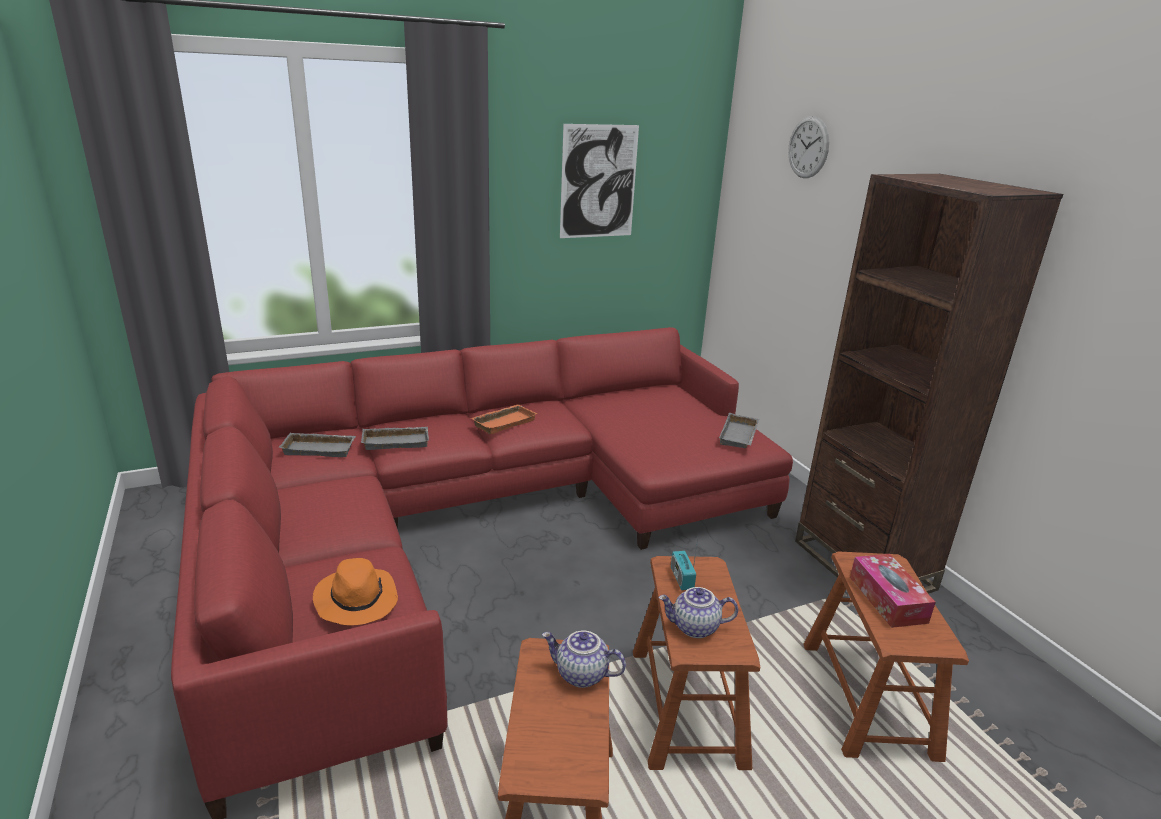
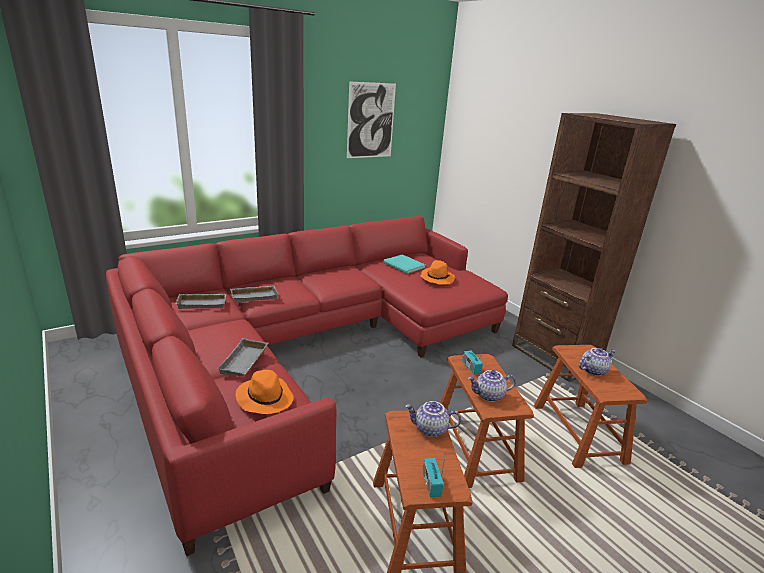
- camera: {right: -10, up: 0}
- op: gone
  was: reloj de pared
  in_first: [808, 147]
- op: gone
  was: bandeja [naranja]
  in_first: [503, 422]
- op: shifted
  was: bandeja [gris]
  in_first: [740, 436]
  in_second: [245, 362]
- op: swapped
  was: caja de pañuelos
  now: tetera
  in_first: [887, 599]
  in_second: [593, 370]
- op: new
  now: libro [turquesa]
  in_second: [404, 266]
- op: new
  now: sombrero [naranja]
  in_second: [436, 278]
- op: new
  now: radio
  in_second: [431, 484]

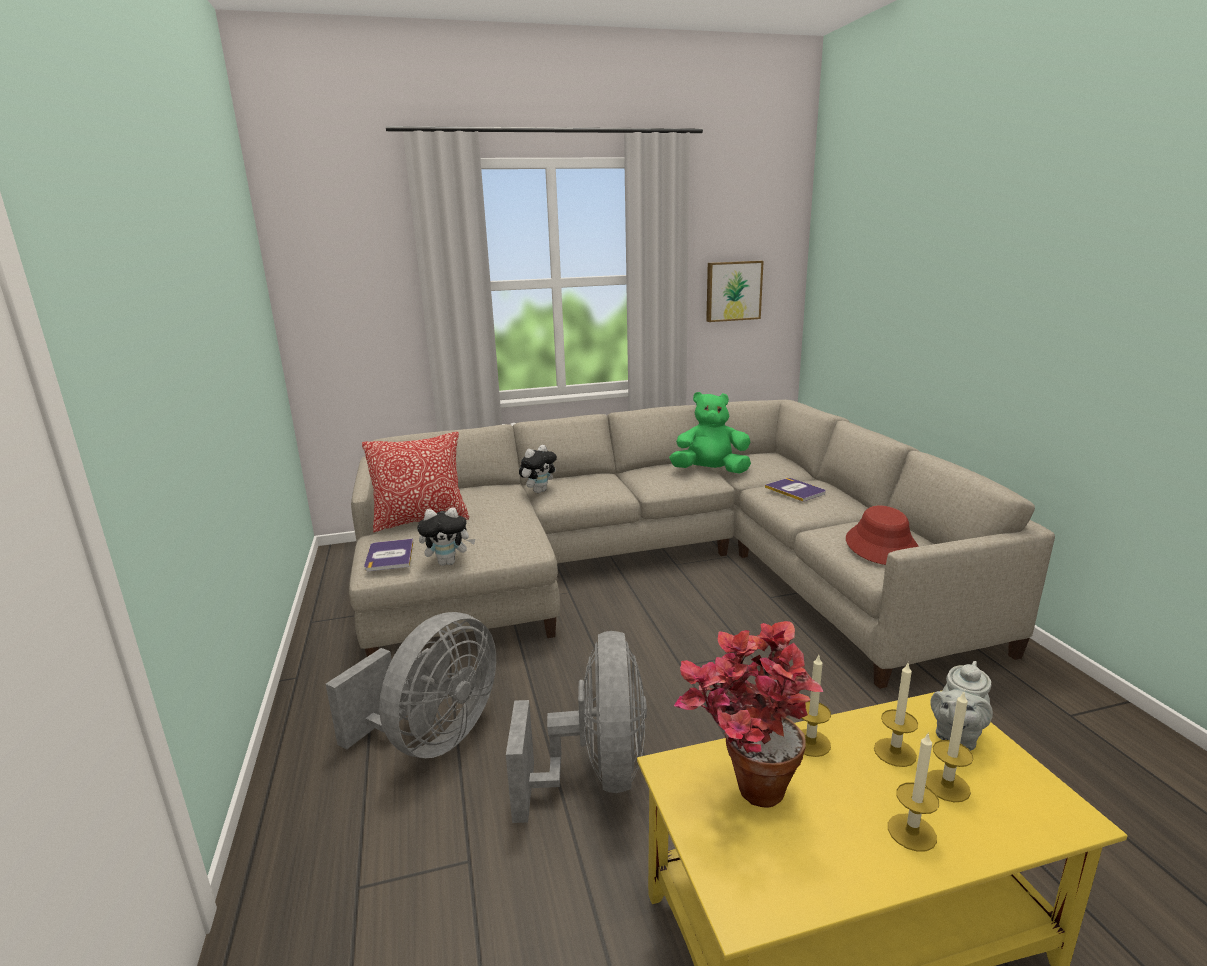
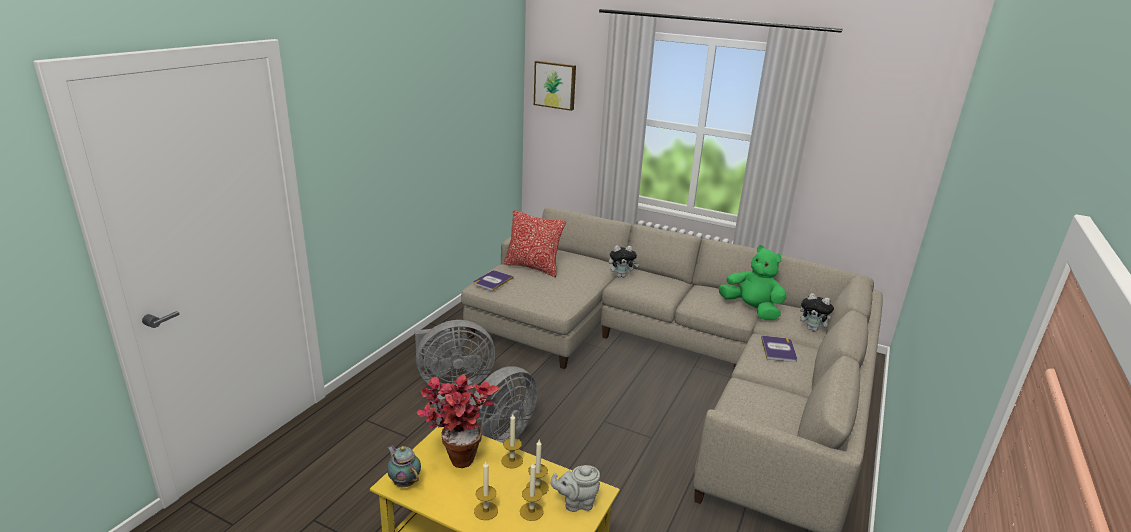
- camera: {right: 40, up: 5}
- op: shifted
  was: cuadro
  in_first: [733, 291]
  in_second: [555, 85]
- op: gone
  was: sombrero [rojo]
  in_first: [882, 546]
- op: shifted
  was: peluche
  in_first: [448, 562]
  in_second: [813, 329]
- op: new
  now: tetera
  in_second: [404, 482]

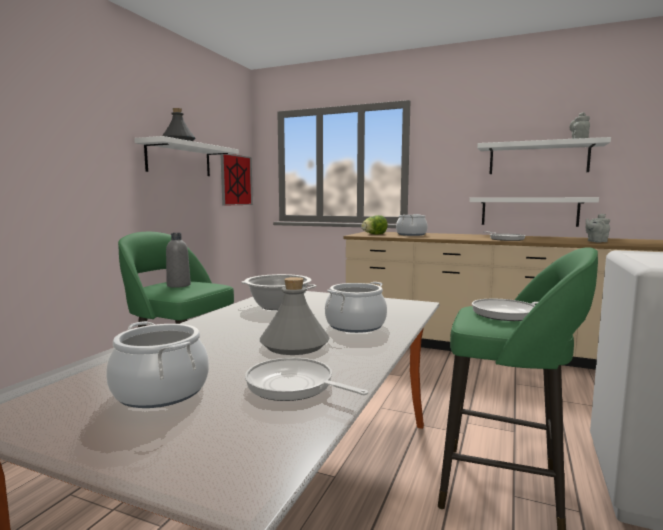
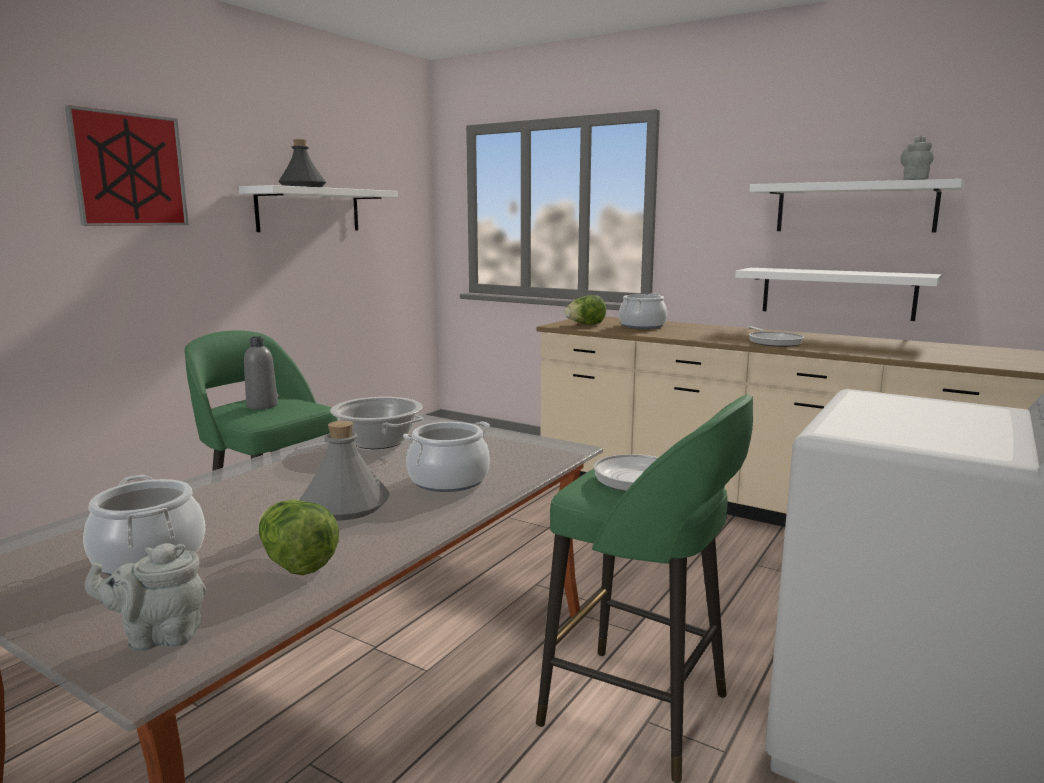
- camera: {right: 10, up: 5}
- op: shifted
  was: cuadro
  in_first: [236, 180]
  in_second: [129, 170]
- op: shifted
  was: tetera [gris]
  in_first: [596, 241]
  in_second: [159, 636]
- op: swapped
  was: sartén
  now: lechuga
  in_first: [294, 386]
  in_second: [296, 563]

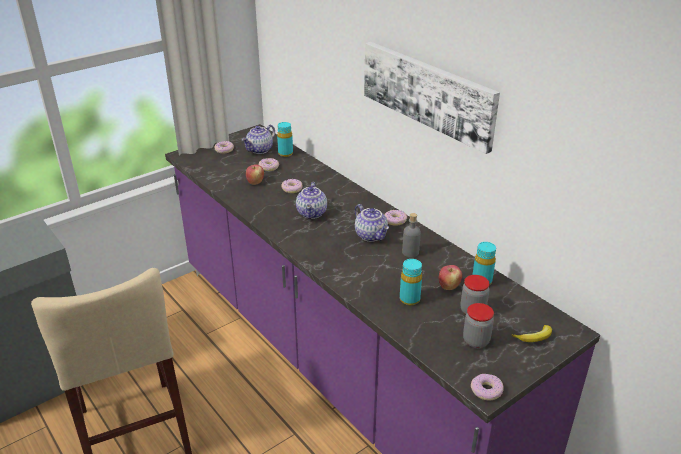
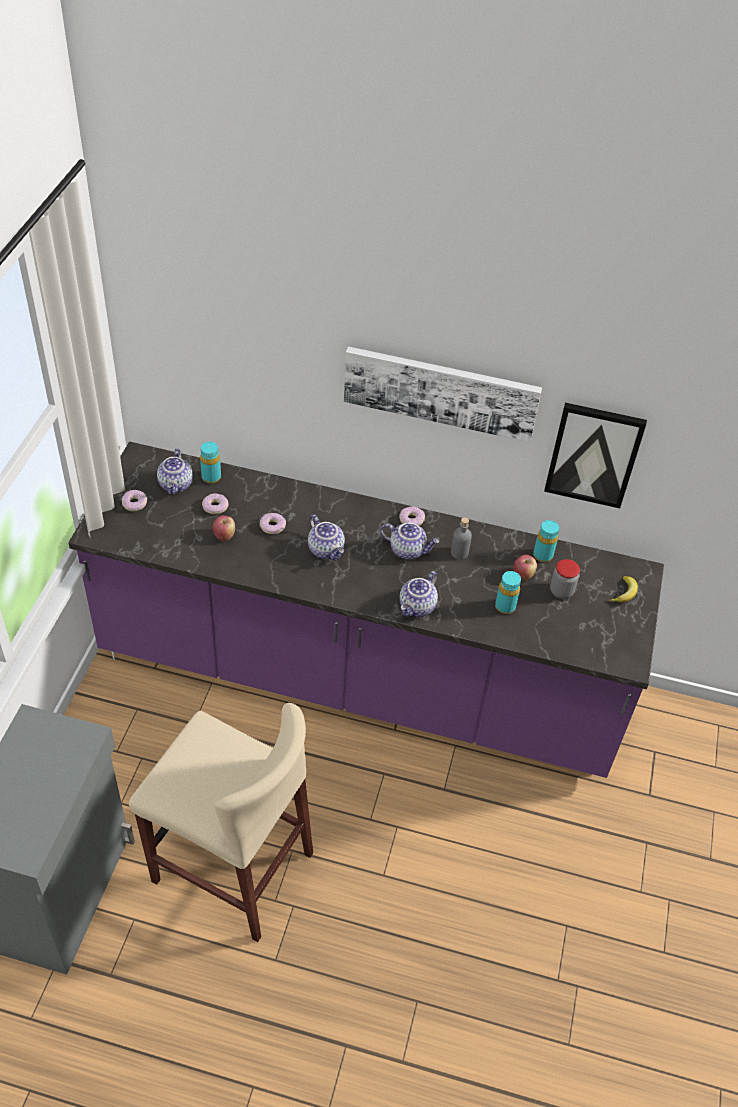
- camera: {right: -40, up: 15}
- op: gone
  was: tarro
  in_first: [476, 341]
- op: gone
  was: rosquilla
  in_first: [486, 391]
- op: new
  now: cuadro
  in_second: [593, 454]
- op: new
  now: tetera
  in_second: [417, 607]

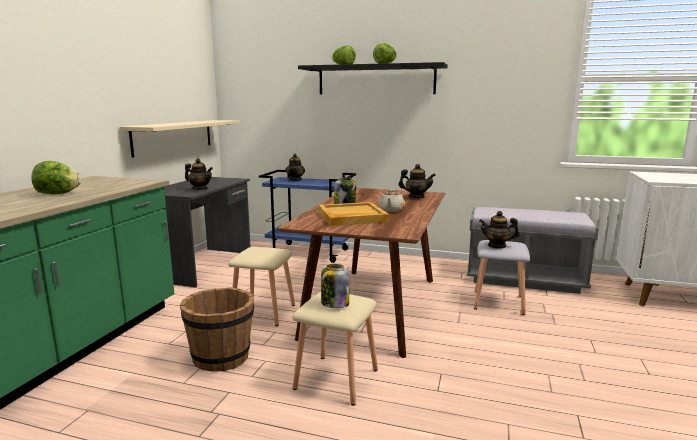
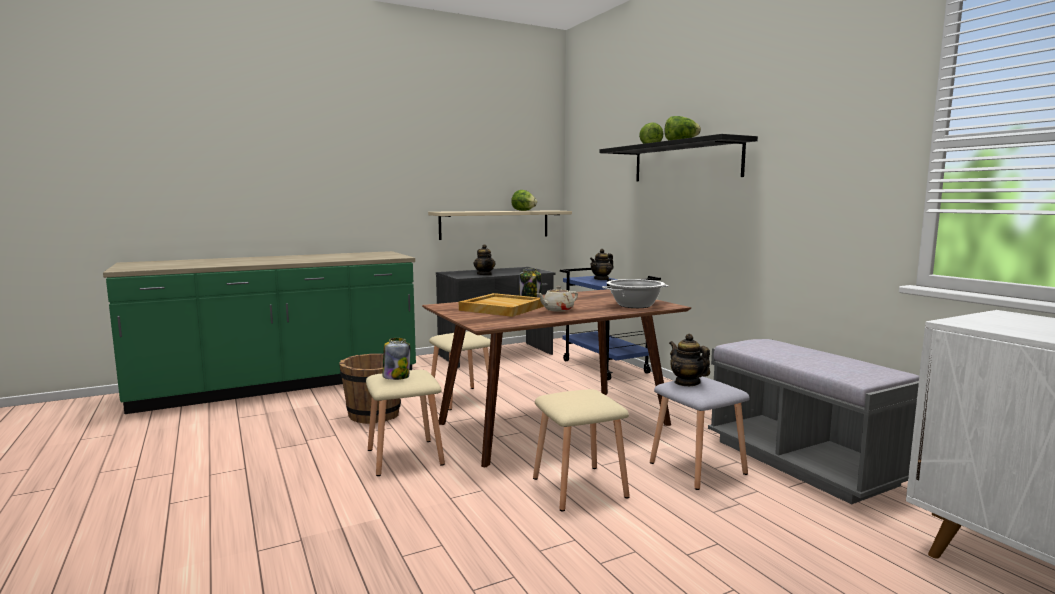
- camera: {right: 45, up: -5}
- op: shifted
  was: lechuga
  in_first: [57, 194]
  in_second: [523, 210]
- op: swapped
  was: tetera
  now: olla
  in_first: [416, 197]
  in_second: [635, 305]
- op: new
  now: taburete [beis]
  in_second: [578, 488]

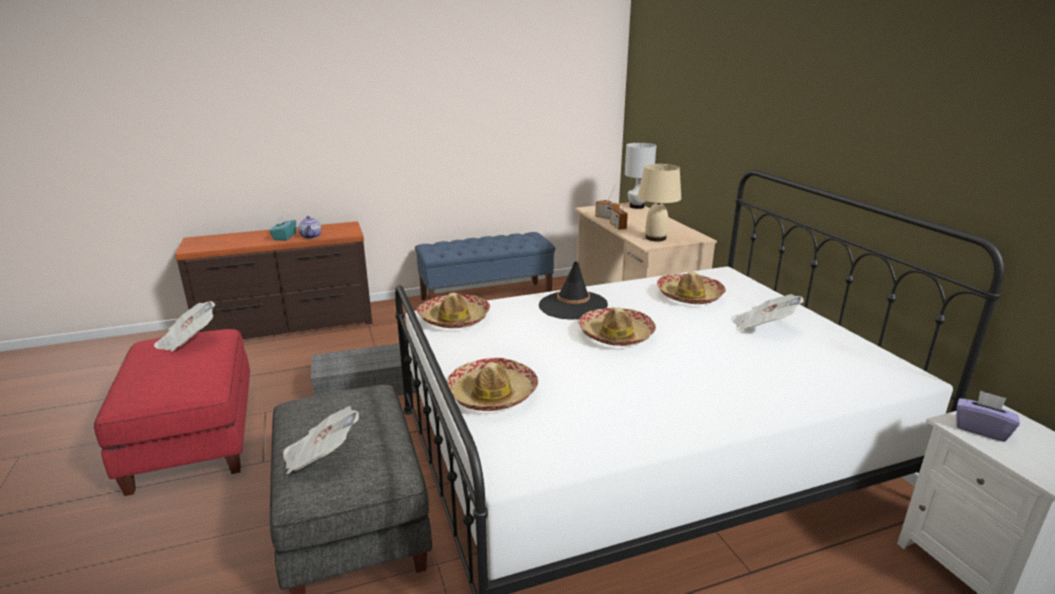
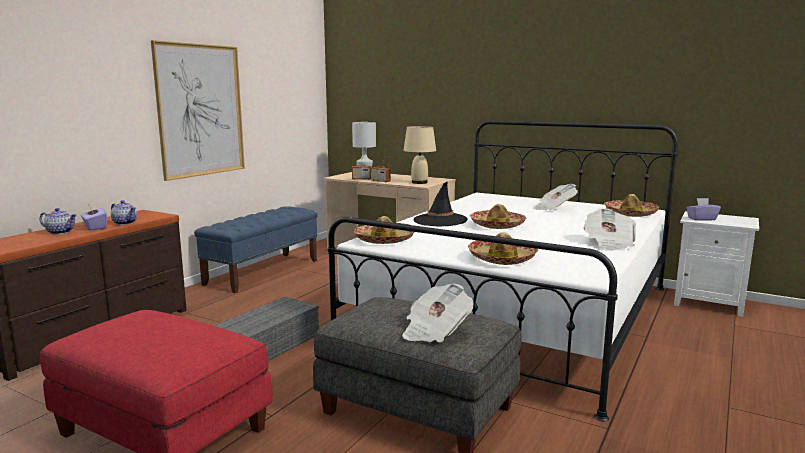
- camera: {right: -40, up: -10}
- op: repainted
  was: caja de pañuelos [turquesa]
  now: caja de pañuelos [morado]
  in_first: [284, 237]
  in_second: [95, 227]
- op: shifted
  was: sombrero
  in_first: [689, 296]
  in_second: [630, 213]
- op: shifted
  was: periódico
  in_first: [188, 341]
  in_second: [609, 244]
- op: new
  now: cuadro
  in_second: [200, 110]
- op: new
  now: tetera
  in_second: [60, 232]

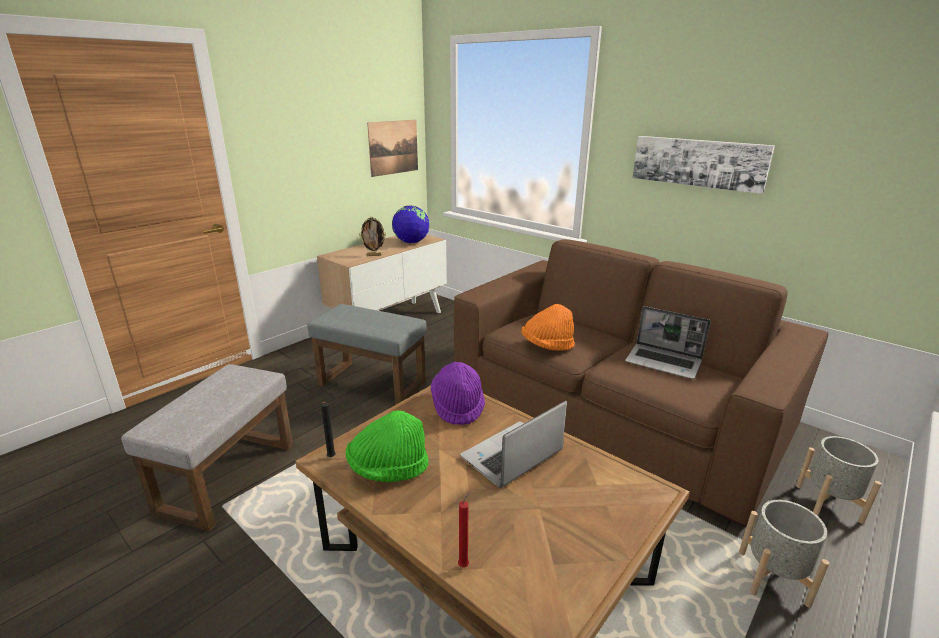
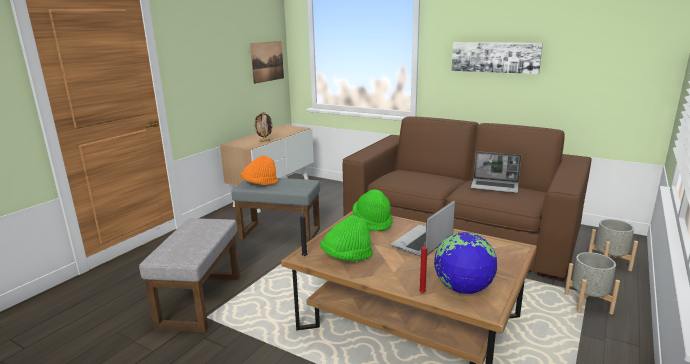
- camera: {right: -10, up: -5}
- op: shifted
  was: globo terráqueo
  in_first: [411, 242]
  in_second: [463, 289]
- op: shifted
  was: sombrero [naranja]
  in_first: [547, 346]
  in_second: [260, 184]
- op: repainted
  was: sombrero [morado]
  now: sombrero [verde]
  in_first: [458, 406]
  in_second: [373, 222]

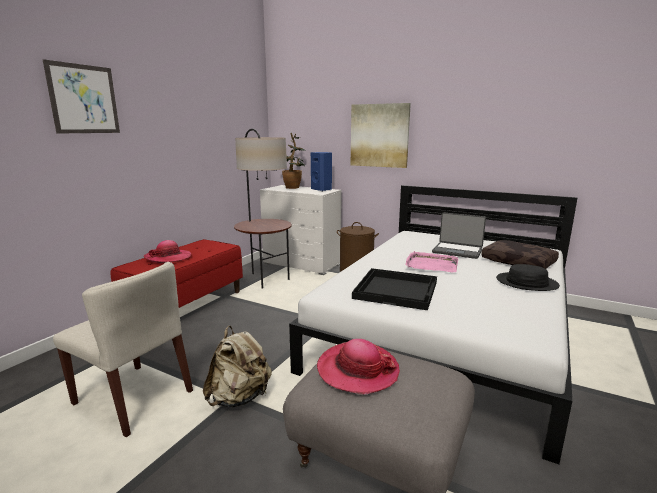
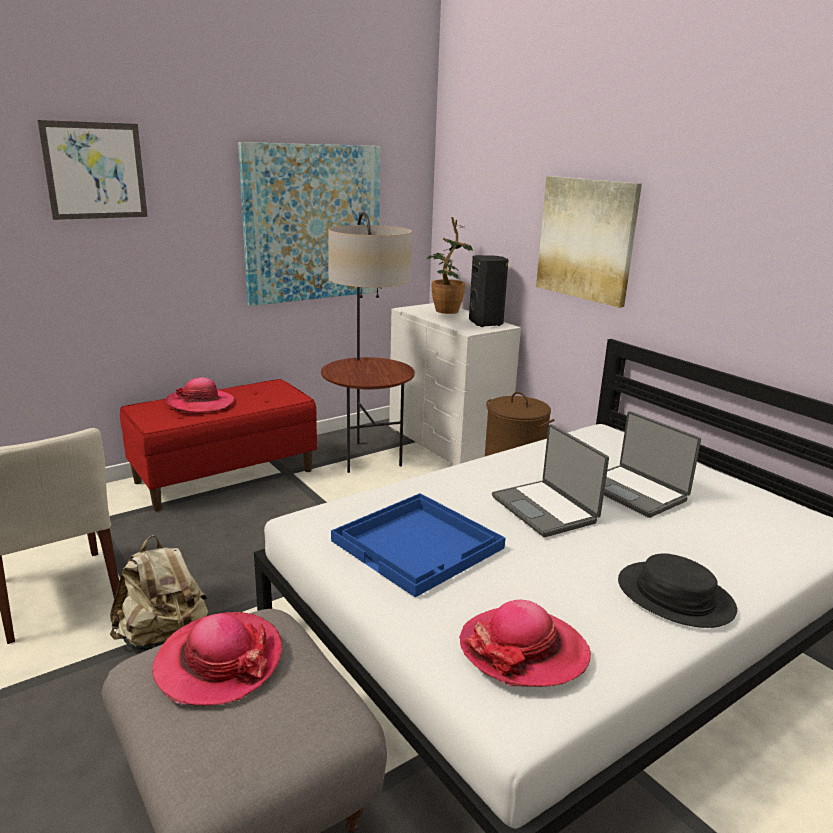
- camera: {right: 25, up: 5}
- op: repainted
  was: altavoz [azul]
  now: altavoz [negro]
  in_first: [322, 190]
  in_second: [486, 323]
- op: gone
  was: cojín [marrón]
  in_first: [519, 262]
- op: swapped
  was: bandeja [rosa]
  now: portátil
  in_first: [431, 264]
  in_second: [545, 509]
- op: repainted
  was: bandeja [negro]
  now: bandeja [azul]
  in_first: [397, 290]
  in_second: [419, 544]
- op: new
  now: cuadro
  in_second: [313, 223]
- op: new
  now: sombrero
  in_second: [523, 651]

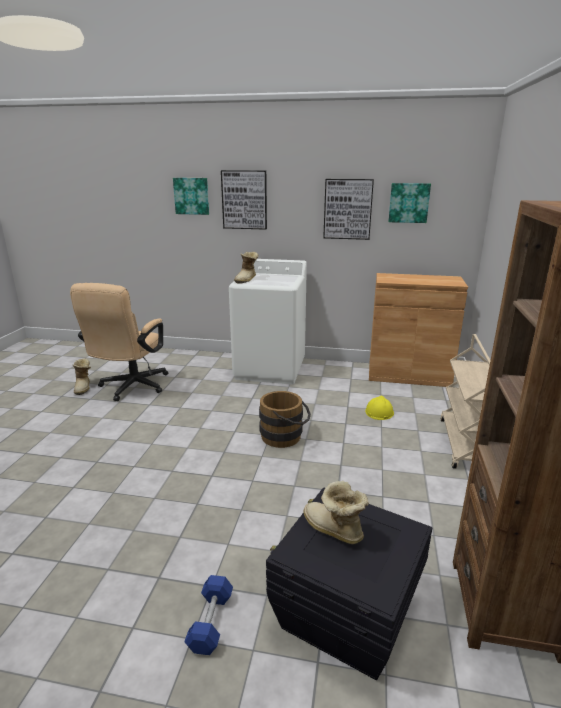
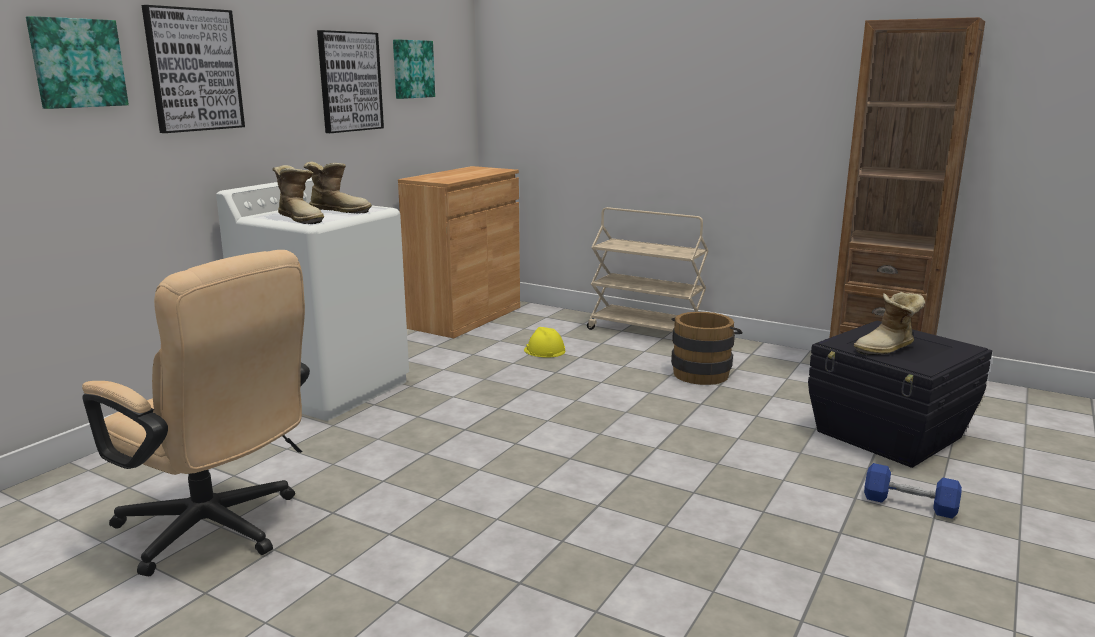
- camera: {right: -70, up: -5}
- op: shifted
  was: bota
  in_first: [84, 387]
  in_second: [339, 211]
- op: shifted
  was: cubo [marrón]
  in_first: [285, 437]
  in_second: [702, 372]

